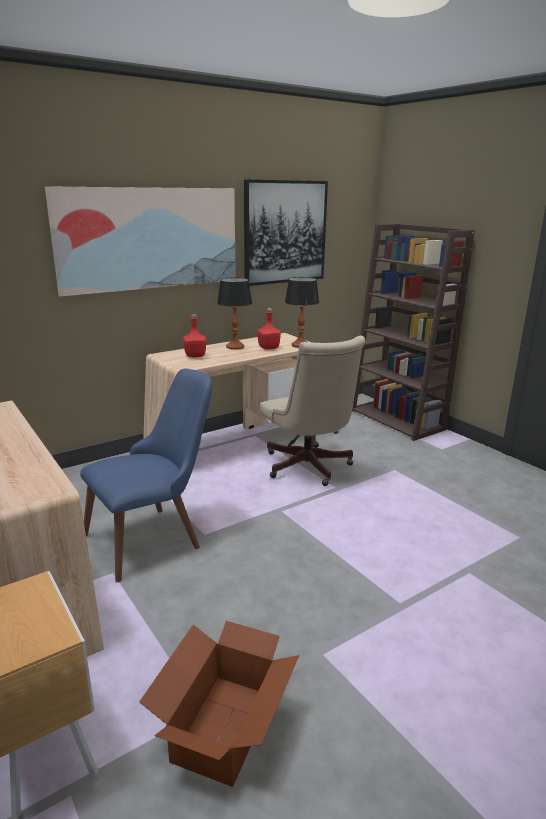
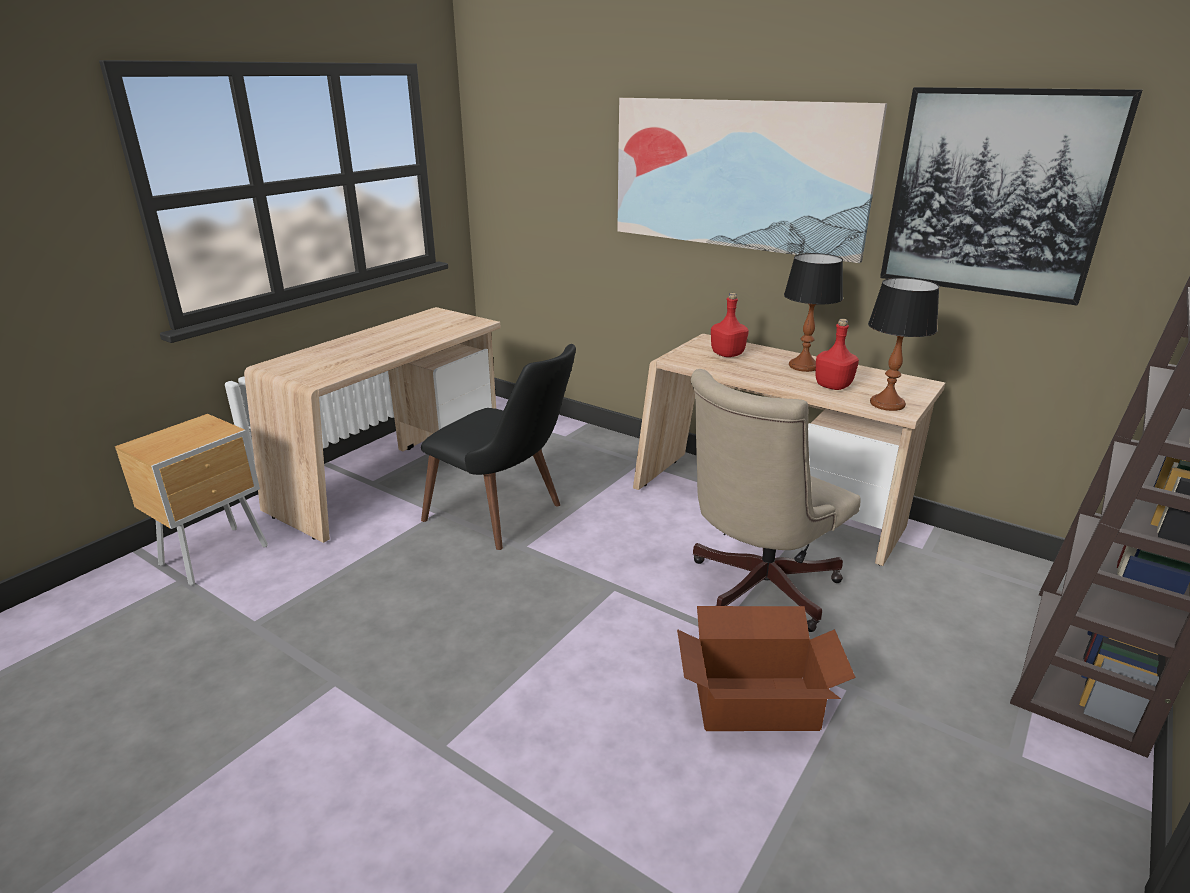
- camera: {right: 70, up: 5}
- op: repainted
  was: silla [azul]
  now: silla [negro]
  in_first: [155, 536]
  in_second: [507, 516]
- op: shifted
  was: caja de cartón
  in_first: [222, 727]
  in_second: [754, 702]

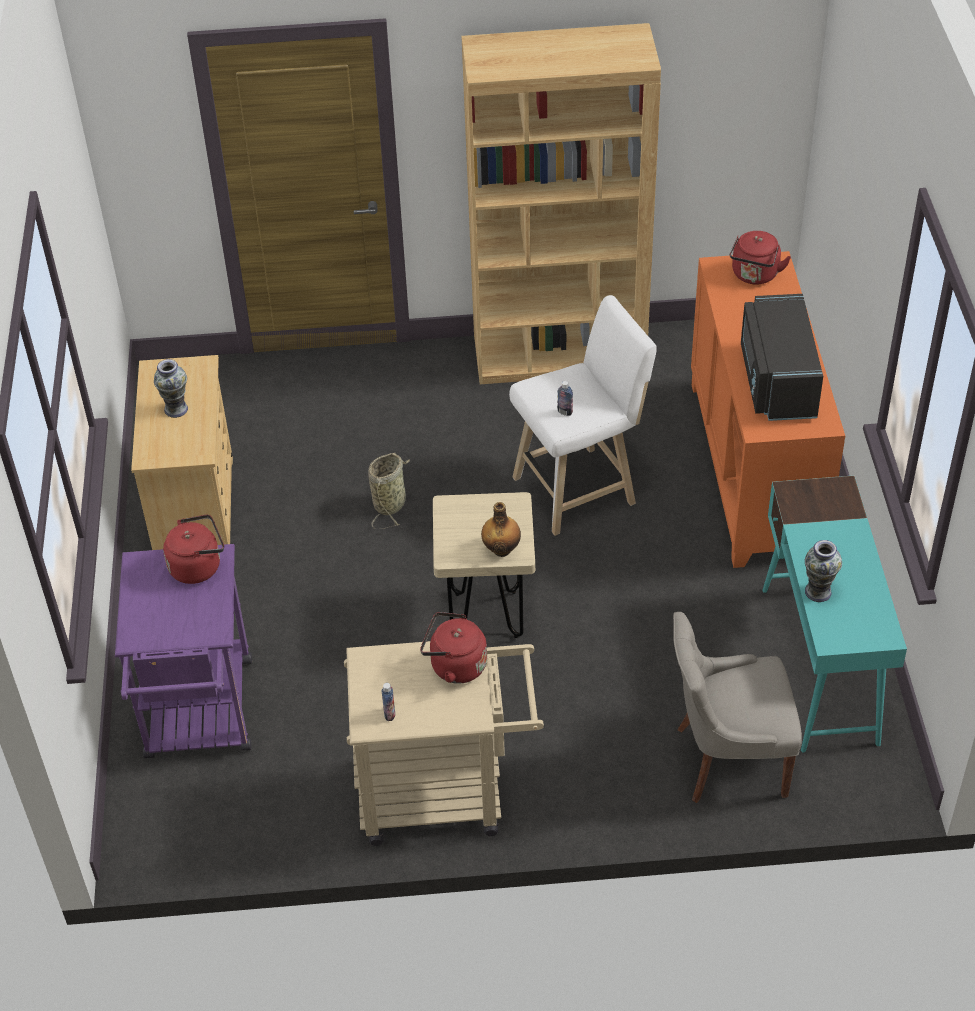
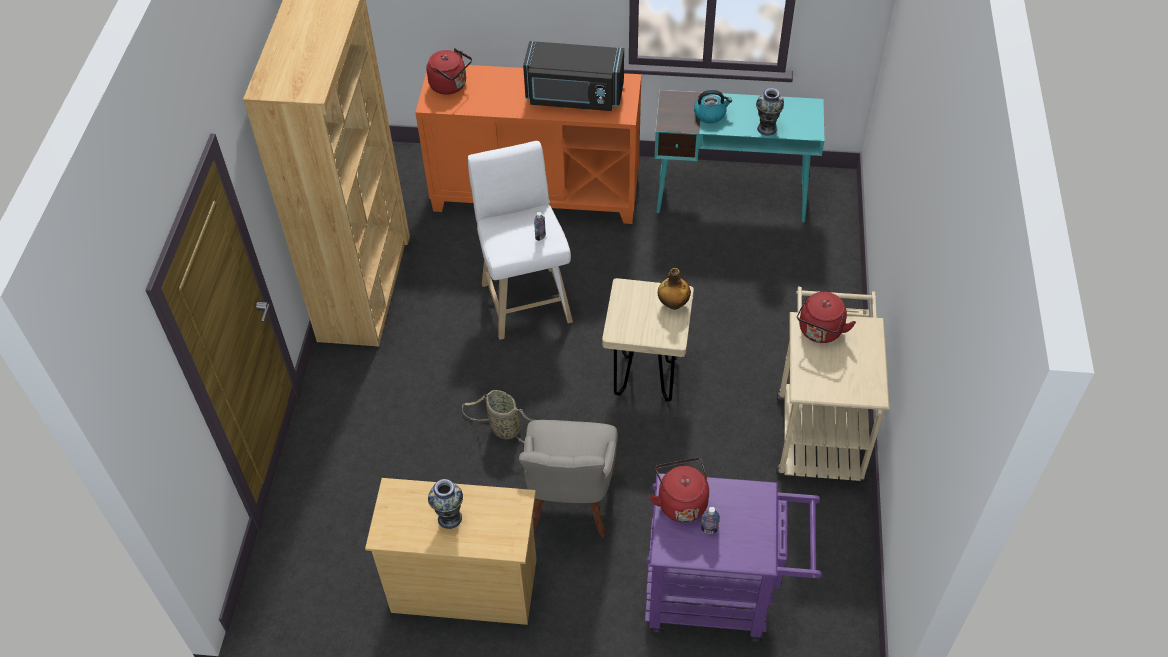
- camera: {right: -80, up: 5}
- op: shifted
  was: silla [gris]
  in_first: [727, 760]
  in_second: [570, 503]
- op: shifted
  was: botella
  in_first: [389, 714]
  in_second: [709, 529]
- op: new
  now: hervidor
  in_second: [710, 114]

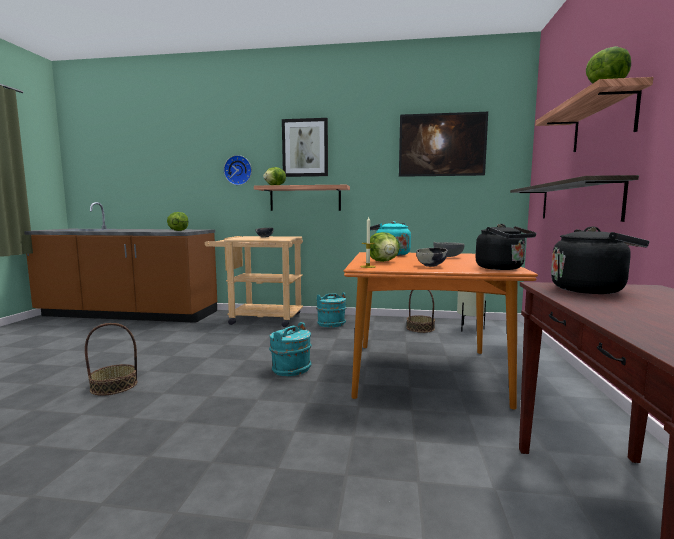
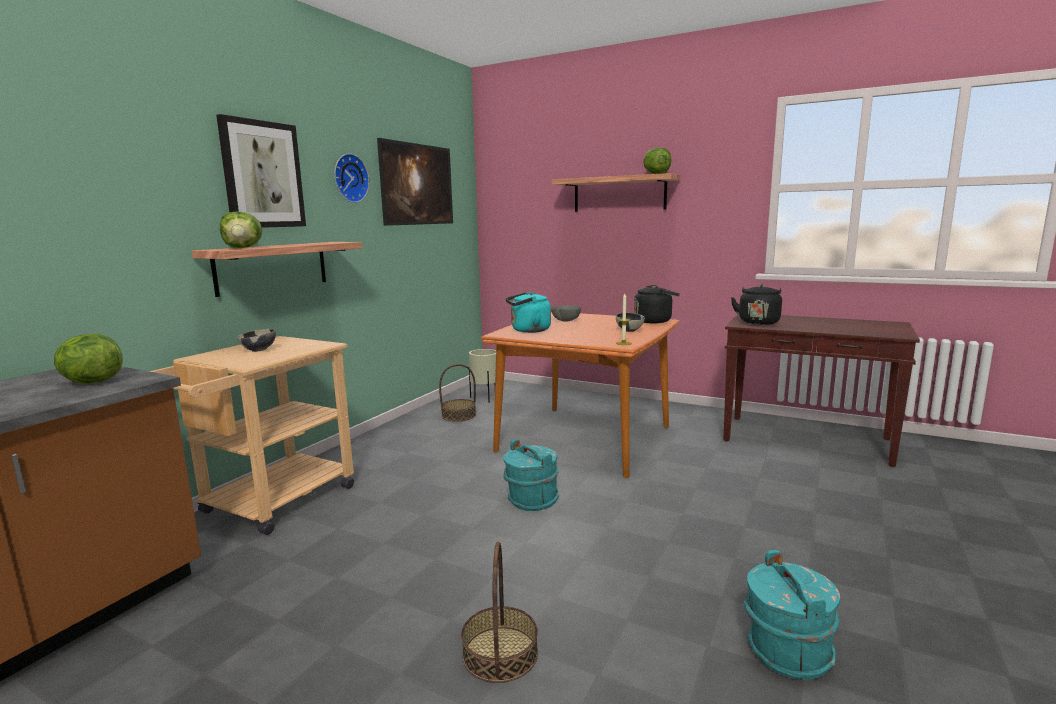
- camera: {right: -70, up: 5}
- op: shifted
  was: reloj de pared
  in_first: [238, 170]
  in_second: [349, 178]
- op: gone
  was: estante
  in_first: [577, 202]
- op: gone
  was: lechuga
  in_first: [384, 261]
- op: shifted
  was: cubo [turquesa]
  in_first: [331, 324]
  in_second: [786, 651]

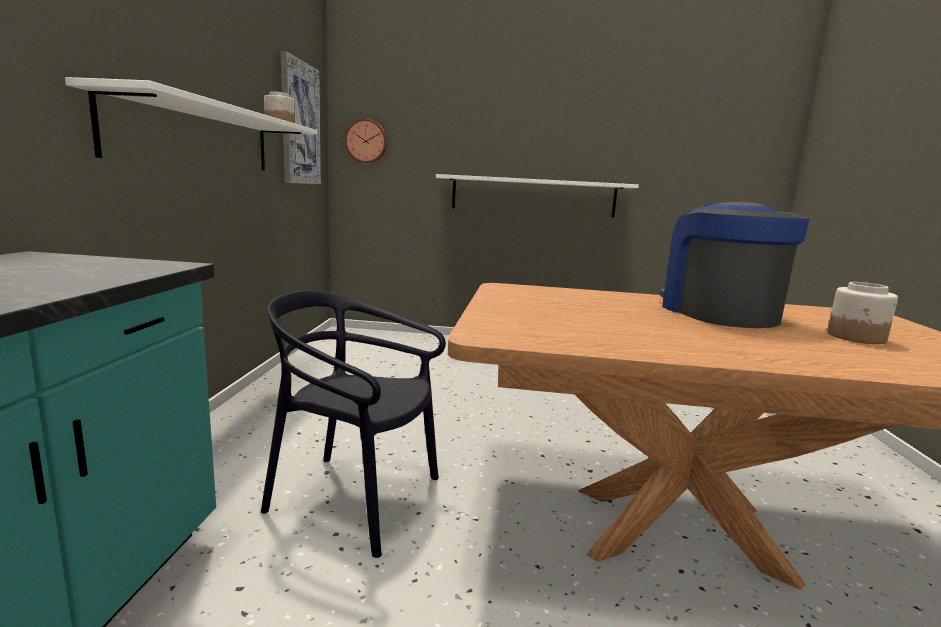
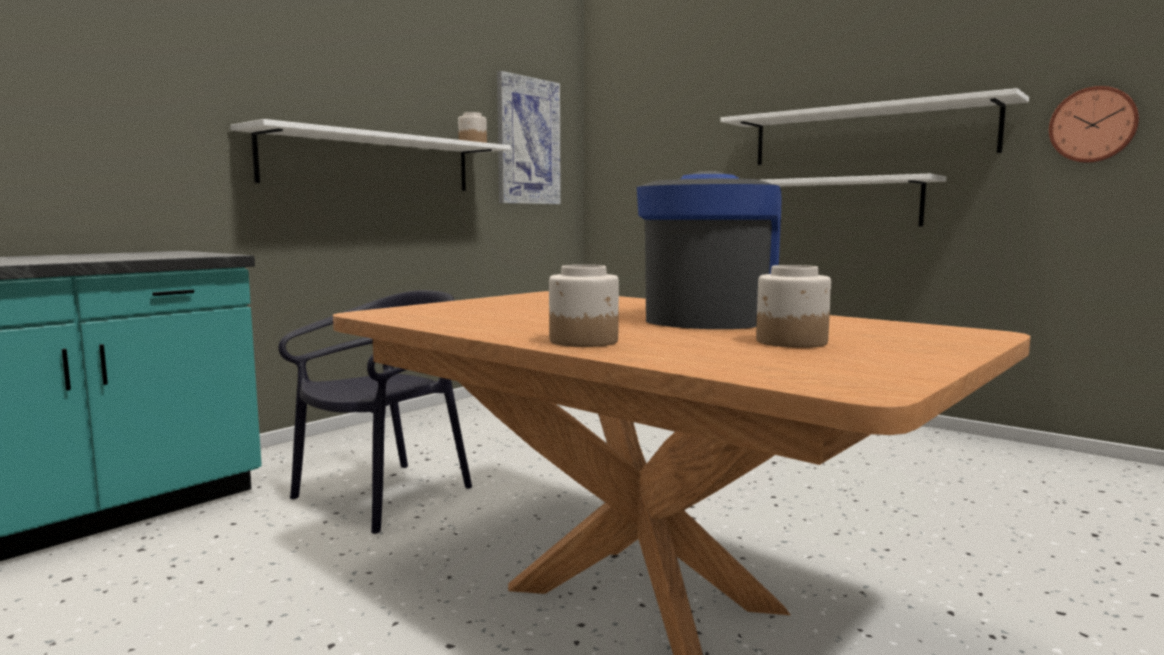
- camera: {right: 35, up: -5}
- op: shifted
  was: reloj de pared
  in_first: [366, 141]
  in_second: [1093, 125]
- op: rotated
  was: silla [negro]
  in_first: [355, 499]
  in_second: [384, 495]
  clockwise: 75
- op: new
  now: estante [blanco]
  in_second: [868, 135]
- op: new
  now: tarro
  in_second: [584, 341]

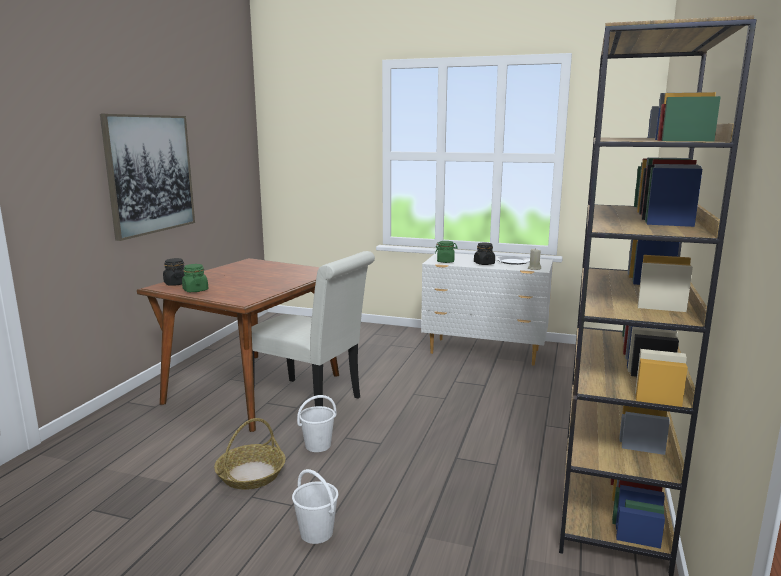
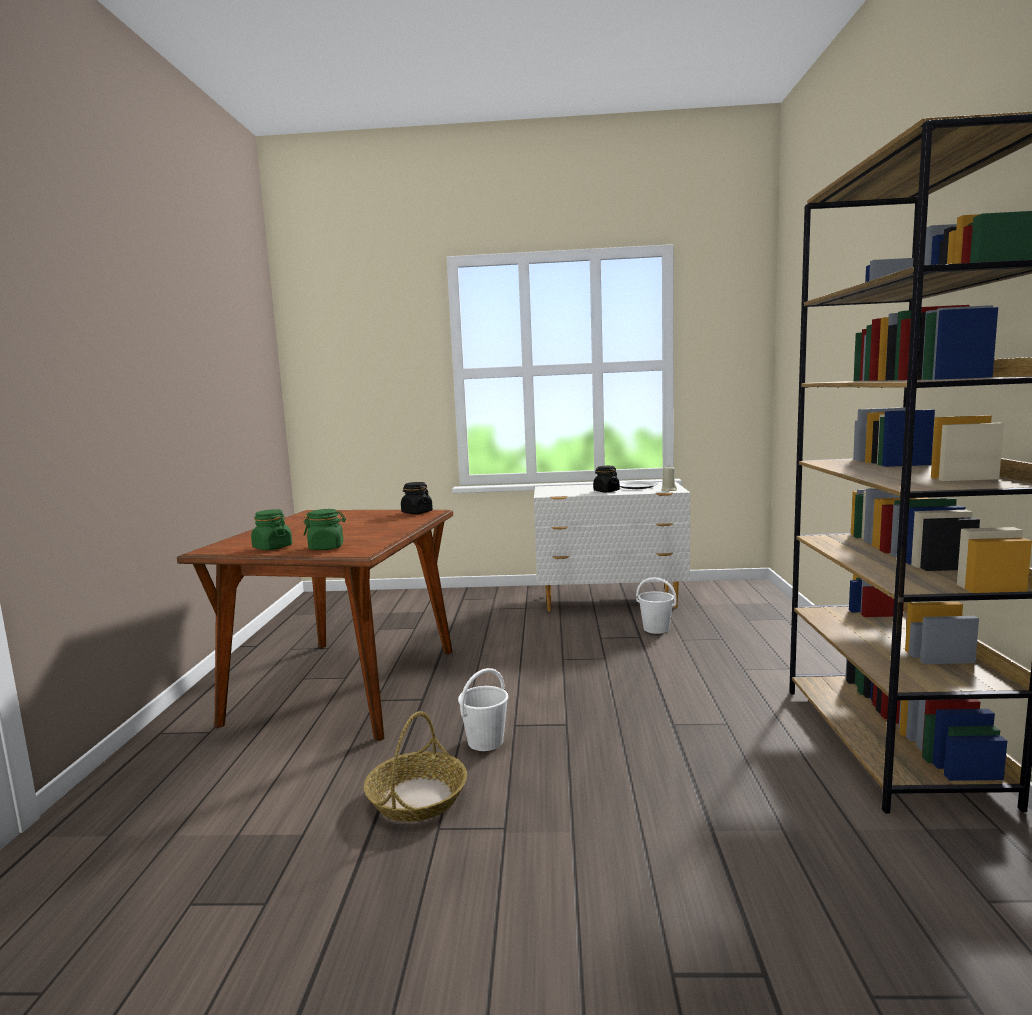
- camera: {right: -15, up: -5}
- op: gone
  was: cuadro
  in_first: [150, 174]
- op: shifted
  was: tarro [verde]
  in_first: [445, 261]
  in_second: [326, 547]
- op: gone
  was: silla [blanco]
  in_first: [311, 403]
- op: shifted
  was: tarro [negro]
  in_first: [176, 283]
  in_second: [416, 512]
- op: shifted
  was: cubo [blanco]
  in_first: [316, 532]
  in_second: [655, 629]

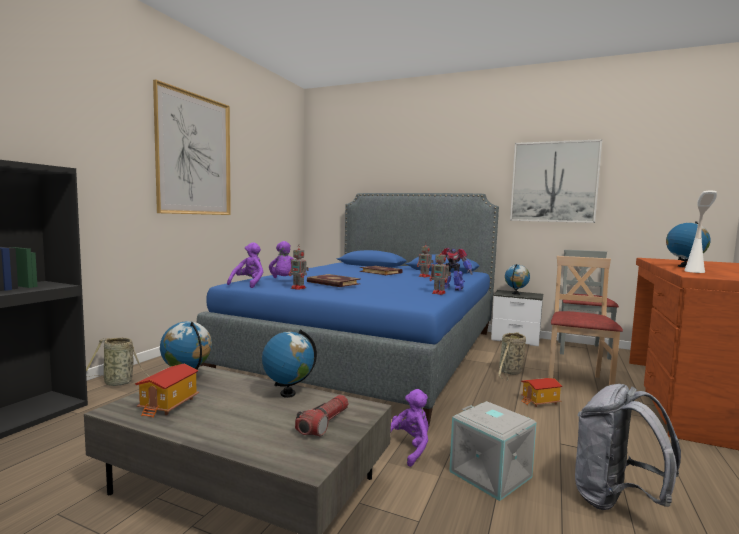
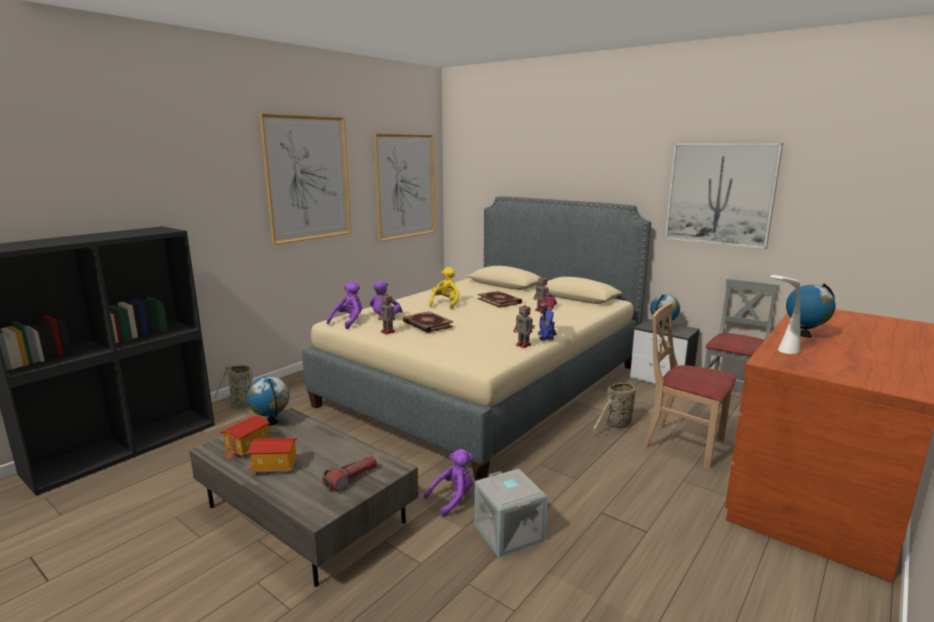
- camera: {right: 15, up: 10}
- op: repainted
  was: cama [azul]
  now: cama [beis]
  in_first: [372, 351]
  in_second: [485, 384]
- op: rotated
  was: robot de juguete
  in_first: [451, 288]
  in_second: [546, 336]
  clockwise: 45
- op: rotated
  was: silla [beis]
  in_first: [576, 383]
  in_second: [683, 445]
  clockwise: -90
- op: gone
  was: globo terráqueo
  in_first: [288, 394]
- op: shifted
  was: casita
  in_first: [540, 402]
  in_second: [274, 467]
- op: gone
  was: mochila [gris]
  in_first: [616, 501]
- op: new
  now: cuadro
  in_second: [405, 186]
- op: new
  now: peluche [amarillo]
  in_second: [445, 304]

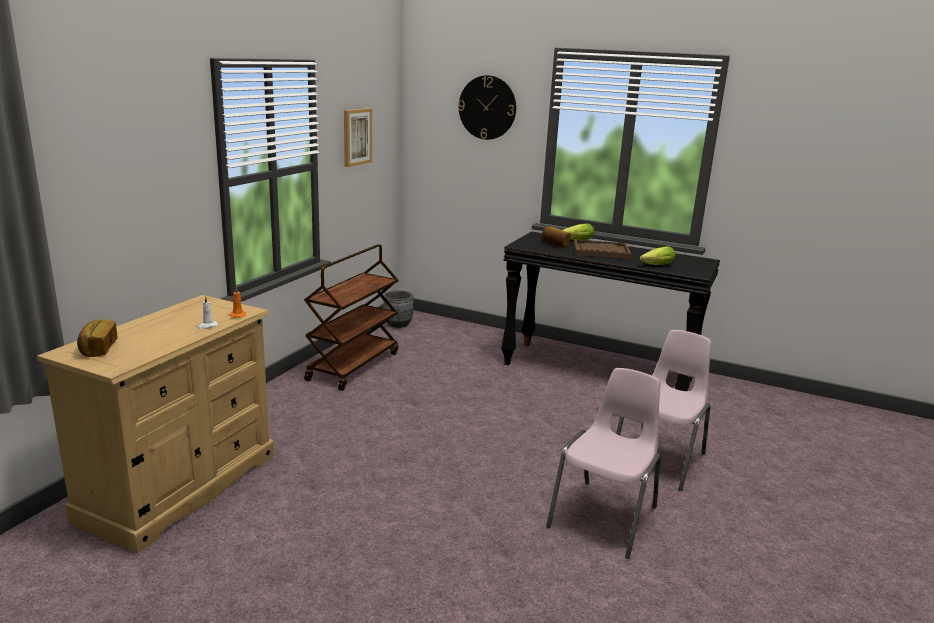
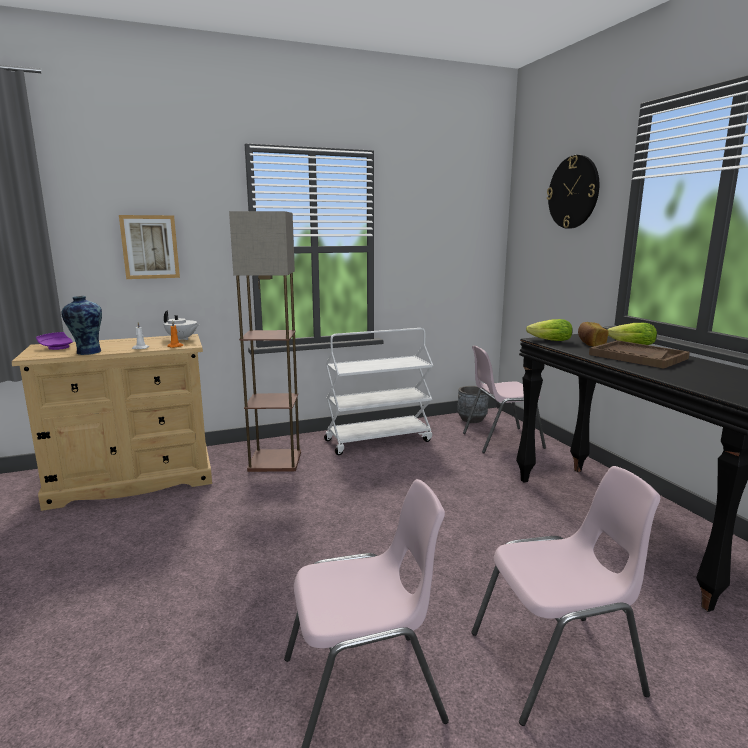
- camera: {right: 45, up: -5}
- op: shifted
  was: cuadro
  in_first: [356, 137]
  in_second: [150, 247]
- op: repainted
  was: carrito [marrón]
  now: carrito [blanco]
  in_first: [353, 366]
  in_second: [378, 440]
- op: shifted
  was: lechuga
  in_first: [655, 265]
  in_second: [547, 340]
- op: swapped
  was: pan
  now: plato [morado]
  in_first: [98, 349]
  in_second: [57, 347]
- op: new
  now: lámpara de pie
  in_second: [274, 461]
- op: new
  now: florero
  in_second: [87, 352]
- op: new
  now: tetera [blanco]
  in_second: [182, 339]
- op: new
  now: silla [rosa]
  in_second: [501, 440]

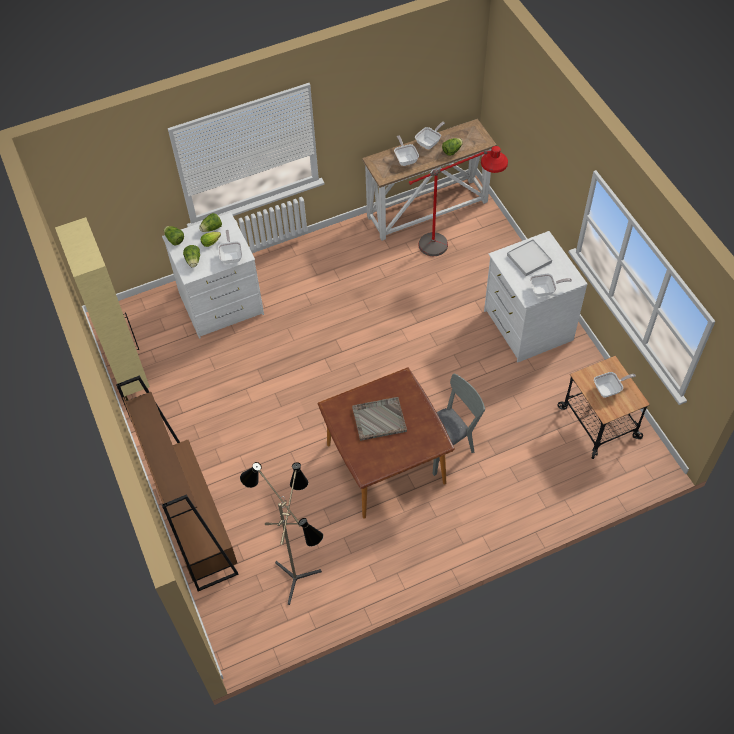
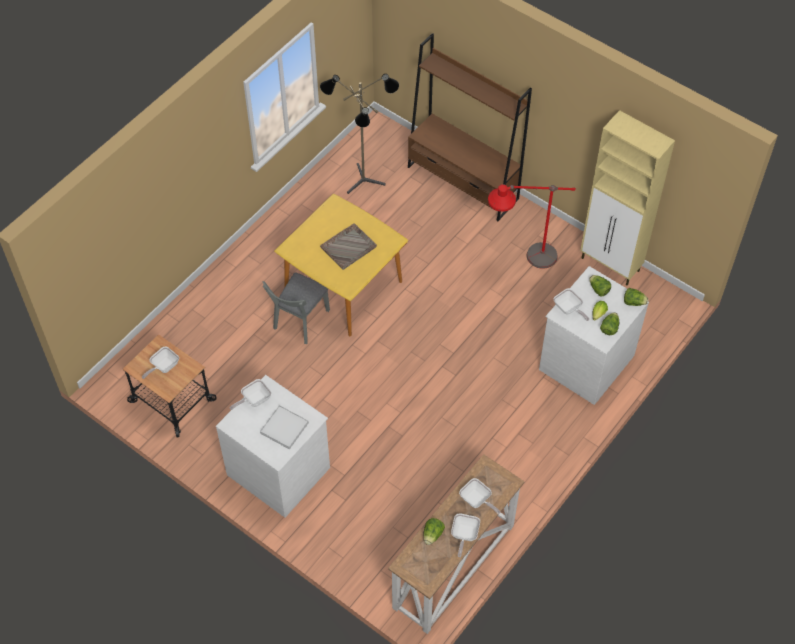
- camera: {right: 150, up: 0}
- op: shifted
  was: lámpara de pie [rojo]
  in_first: [454, 244]
  in_second: [522, 264]
- op: repainted
  was: mesa de comedor [marrón]
  now: mesa de comedor [amarillo]
  in_first: [385, 463]
  in_second: [344, 288]

